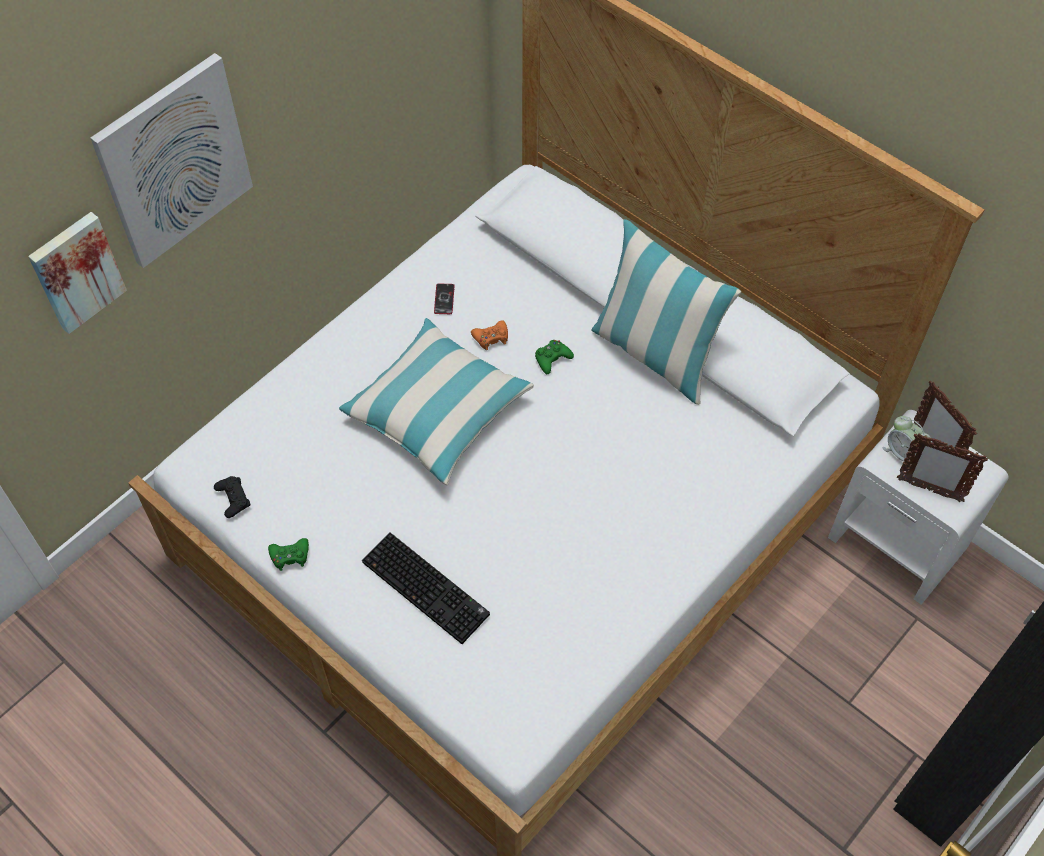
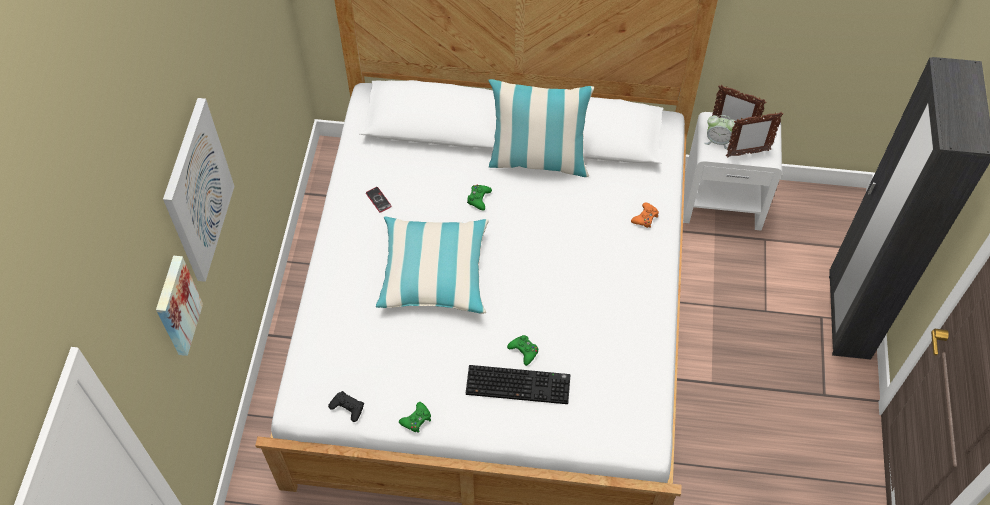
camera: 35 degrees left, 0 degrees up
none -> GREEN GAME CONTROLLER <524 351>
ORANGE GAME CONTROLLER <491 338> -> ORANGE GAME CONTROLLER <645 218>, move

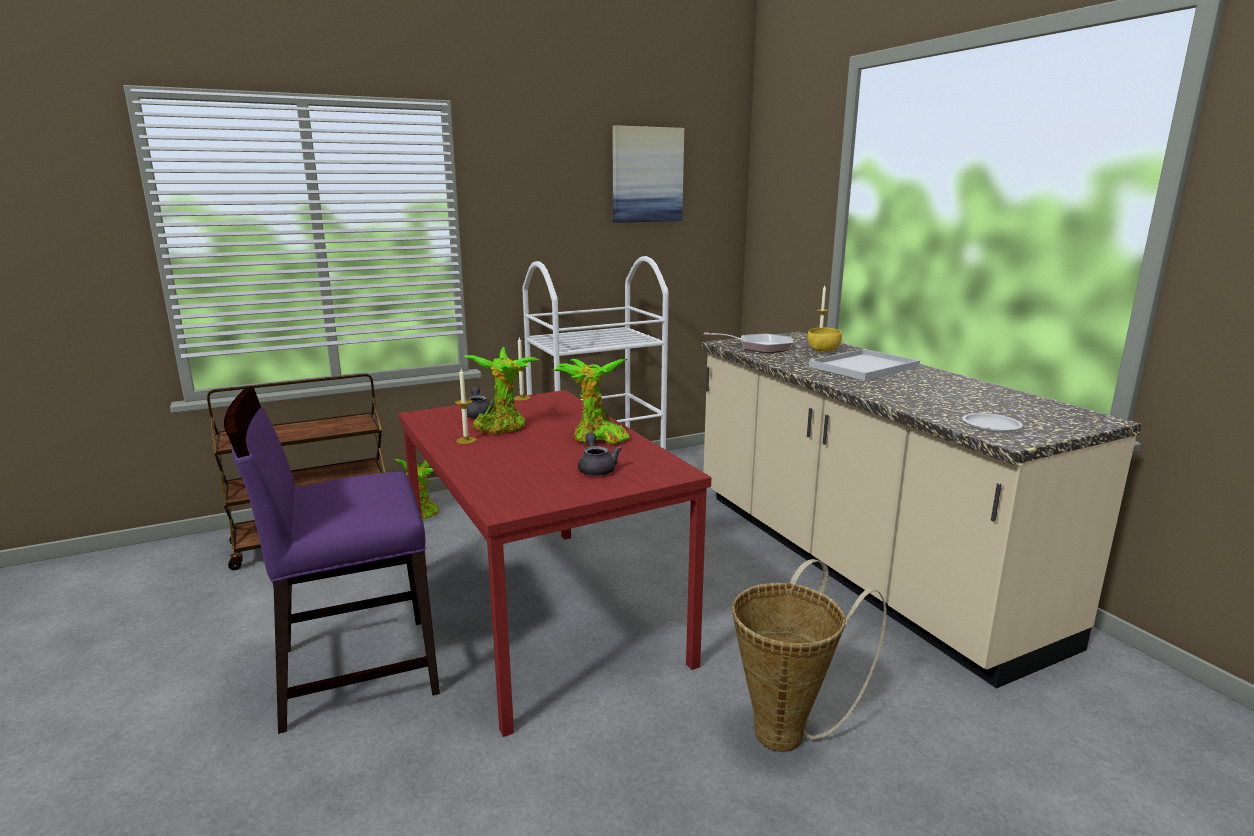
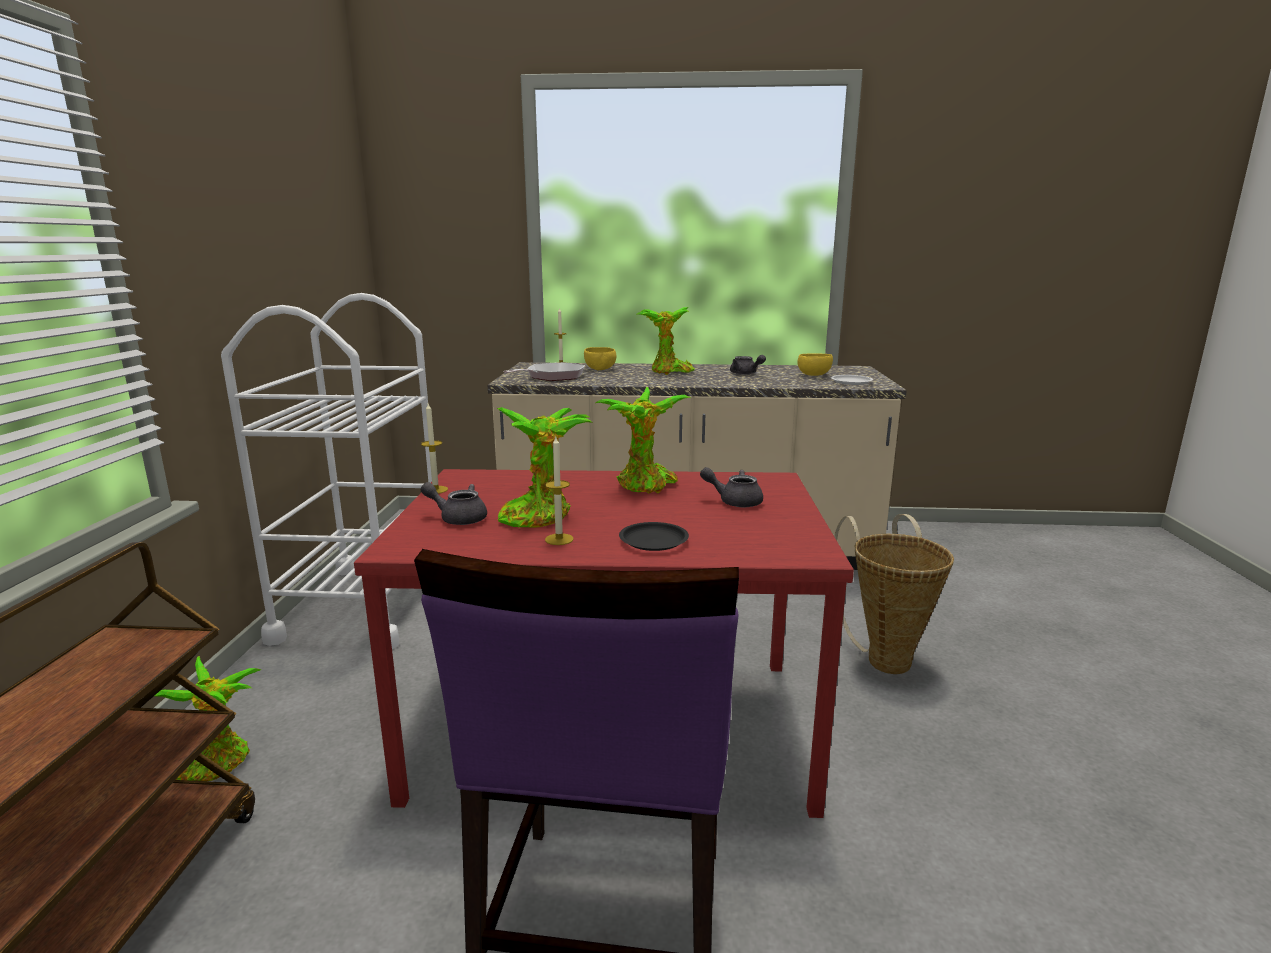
camera: 60 degrees left, 0 degrees up
PICTURE <647 175> -> none
none -> BLACK PLATE <654 541>
none -> GREY TEAPOT <745 374>
none -> YELLOW BOWL <813 375>
WHITE TRAY <863 367> -> POTTED PLANT <669 372>

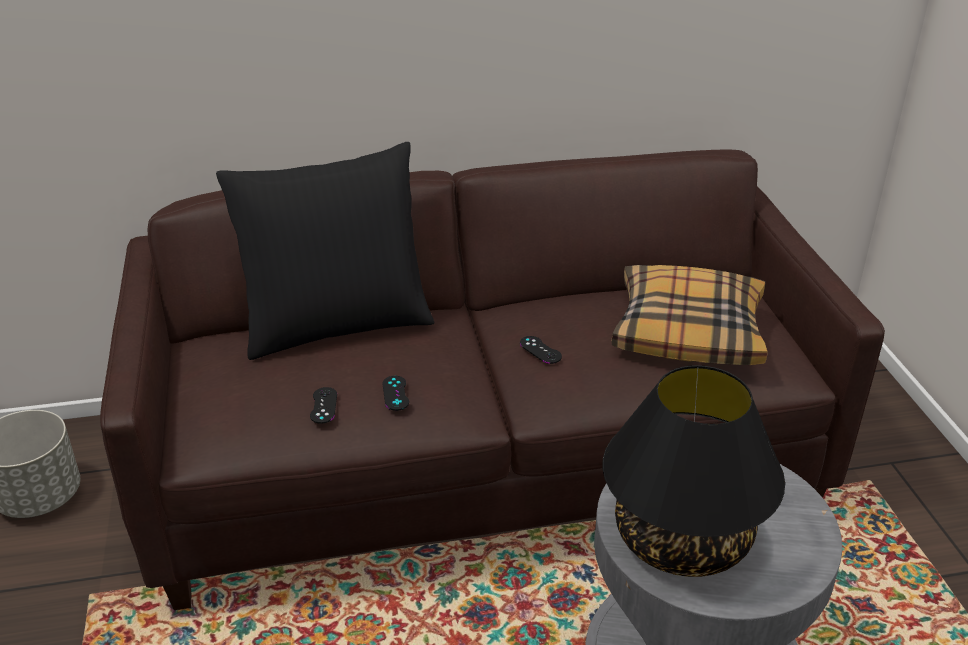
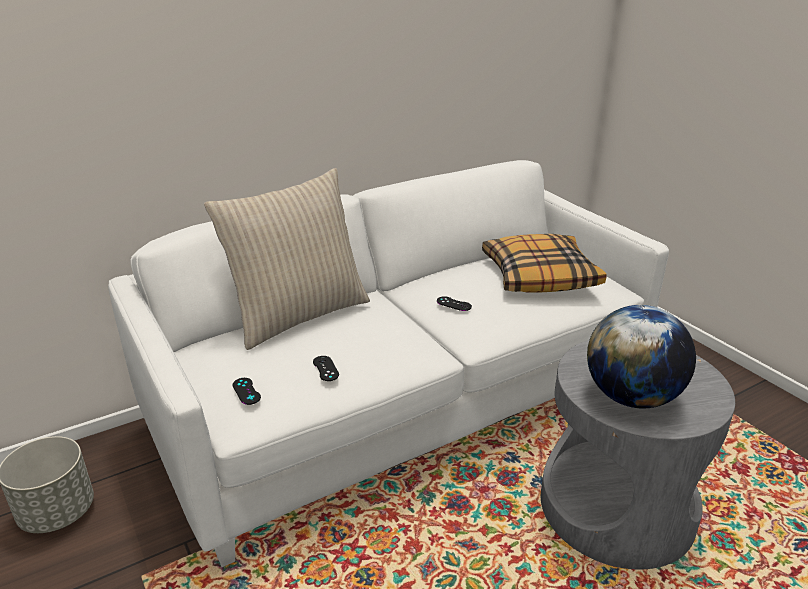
camera: 20 degrees left, 5 degrees down
BLACK GAME CONTROLLER <395 393> -> BLACK GAME CONTROLLER <246 391>, move
BLACK TABLE LAMP <681 541> -> GLOBE <631 397>
BROWN SOFA <484 464> -> WHITE SOFA <403 405>
BLACK PILLOW <336 324> -> BEIGE PILLOW <298 315>

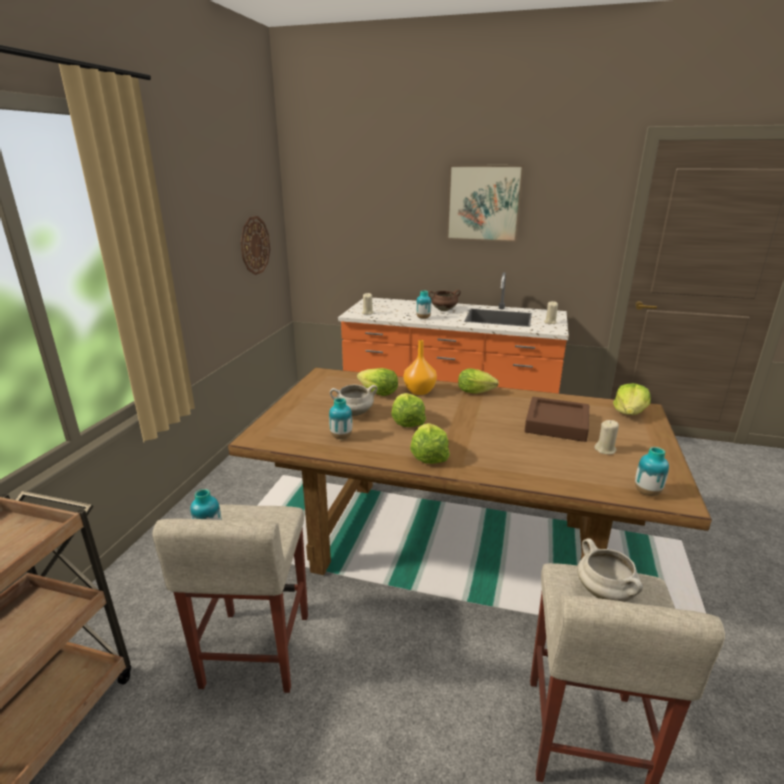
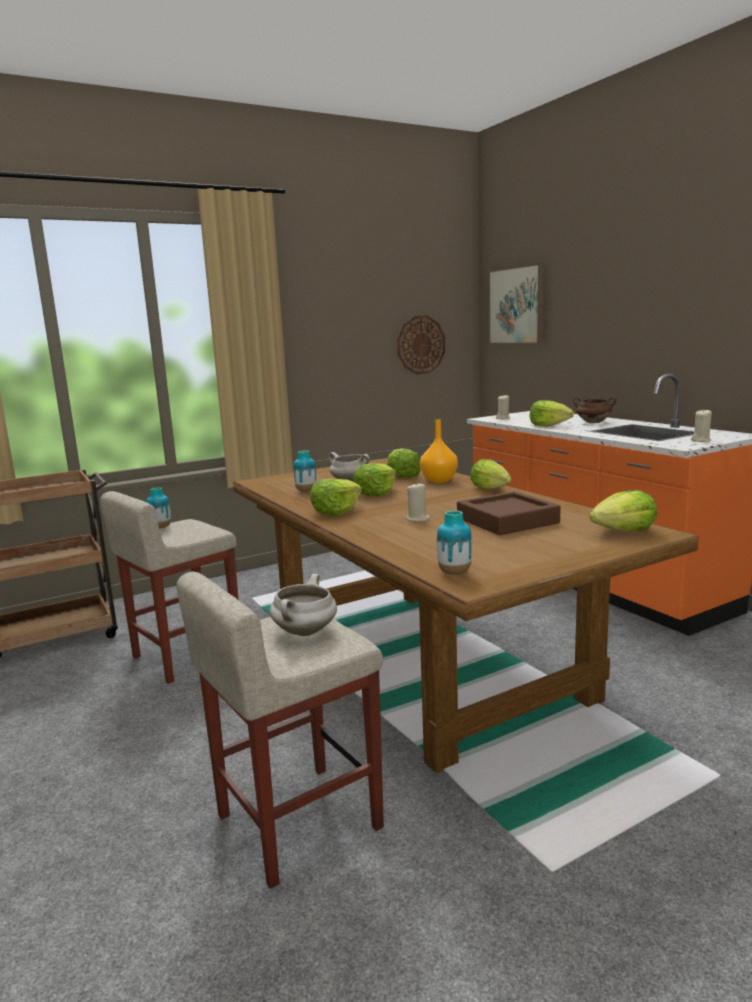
camera: 45 degrees right, 10 degrees down
PICTURE <483 203> -> PICTURE <517 306>, move
BEIGE CANDLE <605 450> -> BEIGE CANDLE <417 519>, move
VASE <423 318> -> LETTUCE <549 425>

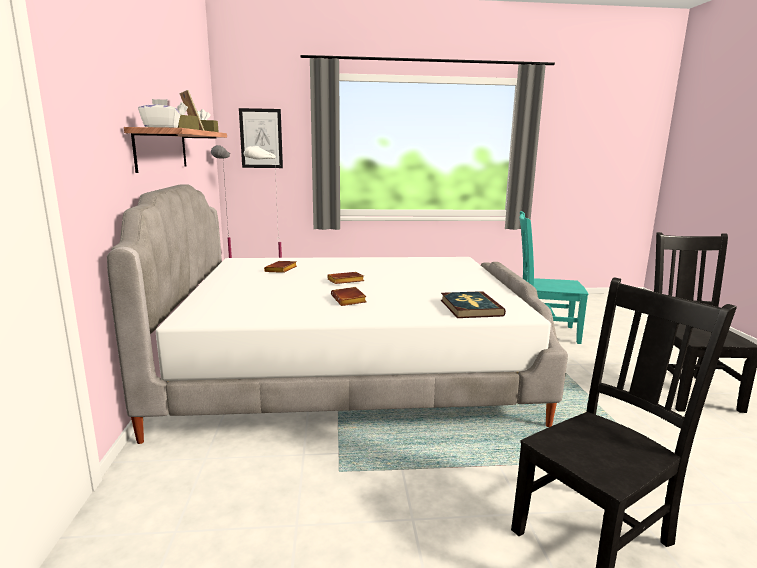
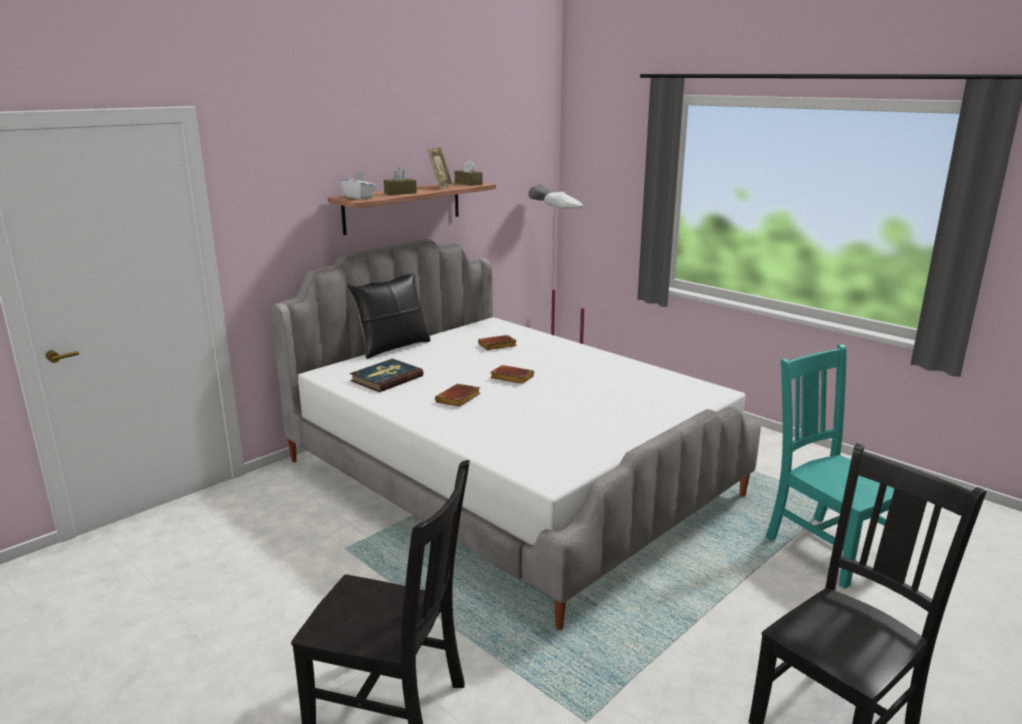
camera: 50 degrees right, 5 degrees up
PICTURE <261 138> -> none
none -> BLACK PILLOW <393 347>
BOOK <470 308> -> BOOK <386 378>, move

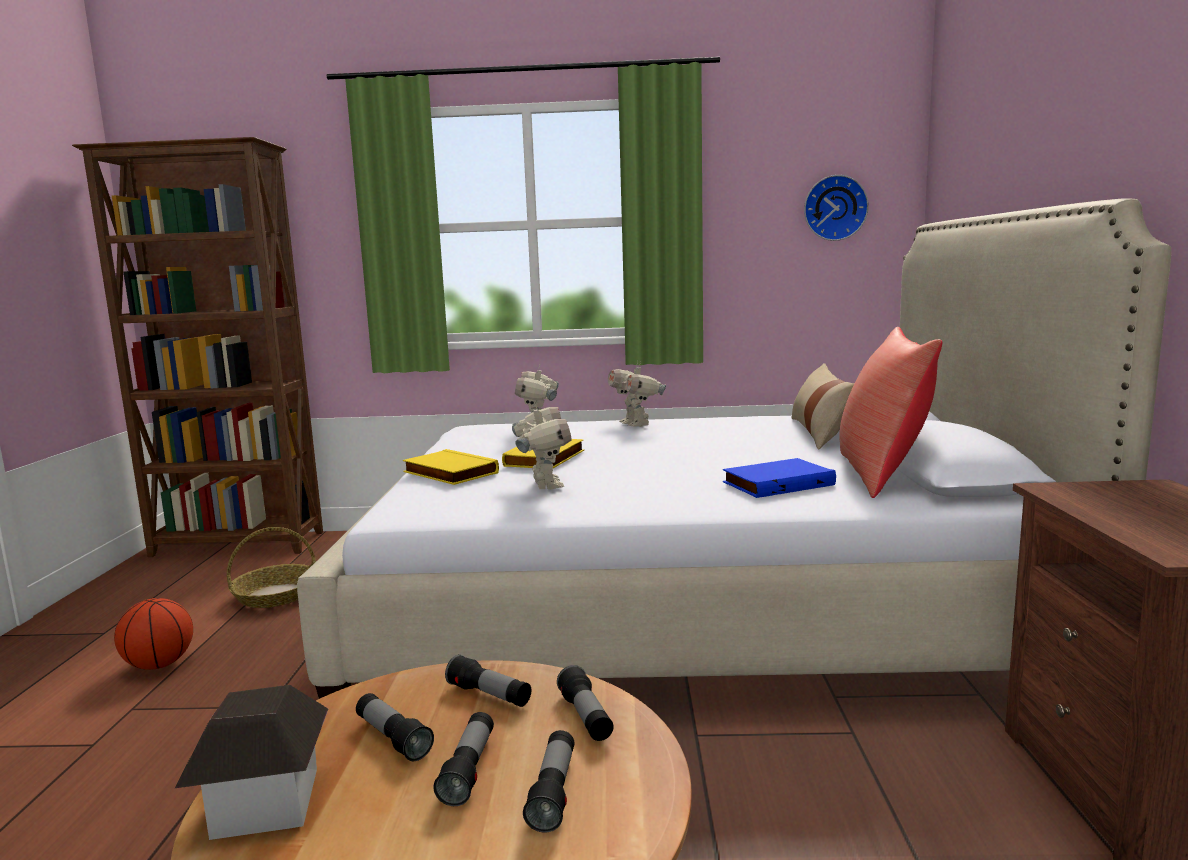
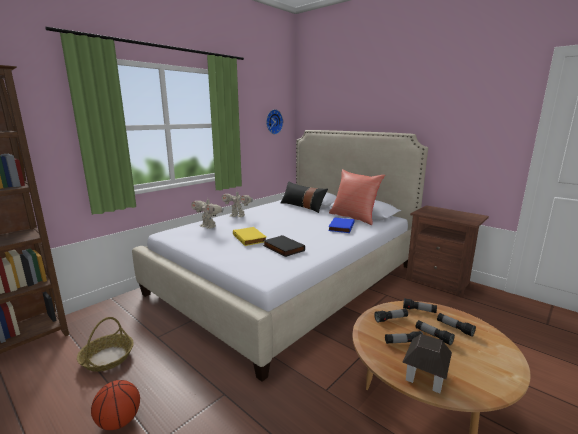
camera: 50 degrees left, 5 degrees up
YELLOW BOOK <448 473> -> none
TOY ROBOT <544 485> -> BLACK BOOK <282 248>
BEIGE PILLOW <820 432> -> BLACK PILLOW <302 206>

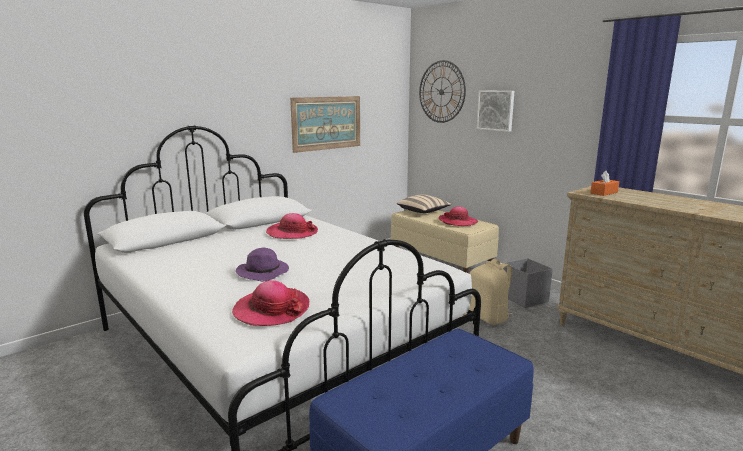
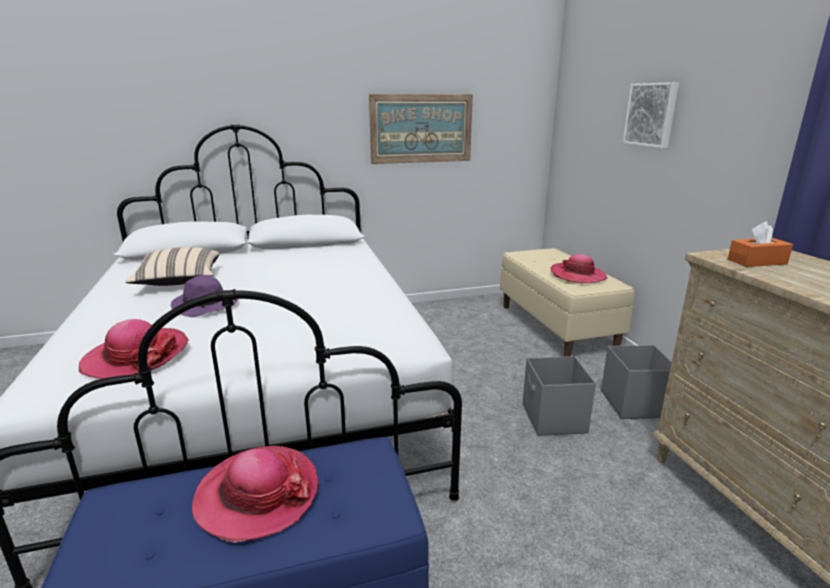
camera: 25 degrees right, 5 degrees up
WALL CLOCK <441 92> -> none
HAT <292 232> -> HAT <257 495>, move
BEIGE PILLOW <423 212> -> BEIGE PILLOW <179 282>, move
BEIGE BACKPACK <488 317> -> GREY STORAGE BOX <553 419>

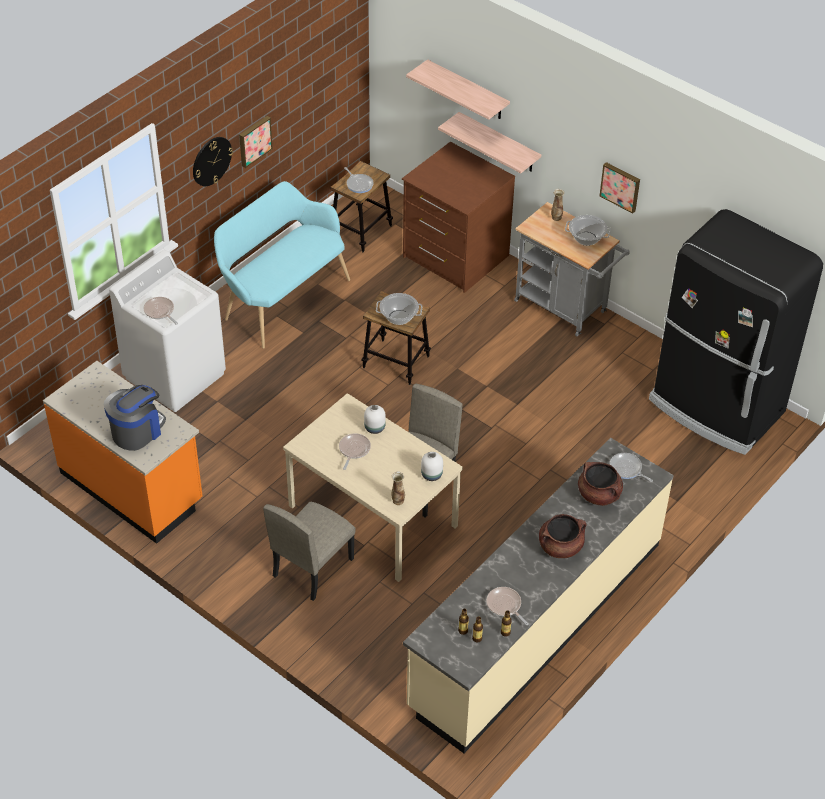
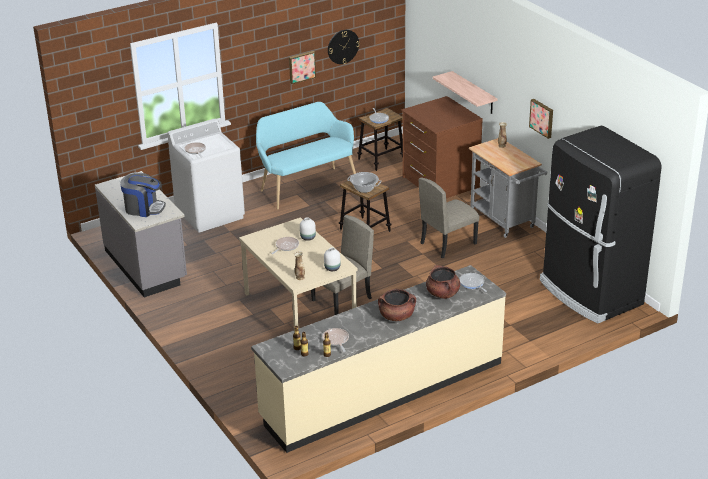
camera: 20 degrees right, 15 degrees down
SHELF <467 90> -> none
COOKING POT <586 238> -> none
WALL CLOCK <211 161> -> WALL CLOCK <343 46>, move
BEIGE CHAIR <312 567> -> BEIGE CHAIR <448 243>, move
ORANGE COUNTER <132 487> -> GREY COUNTER <146 266>
COFFEE MACHINE <137 431> -> COFFEE MACHINE <144 208>, 45 degrees clockwise

